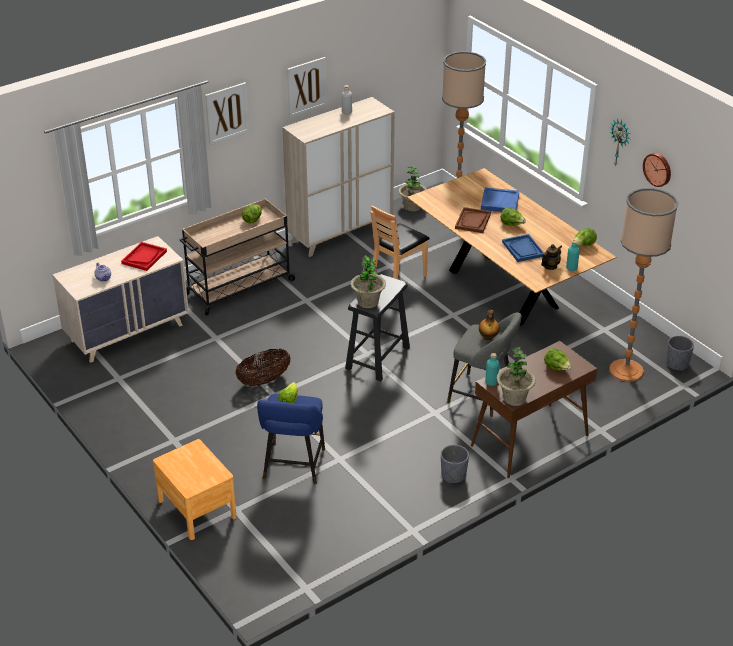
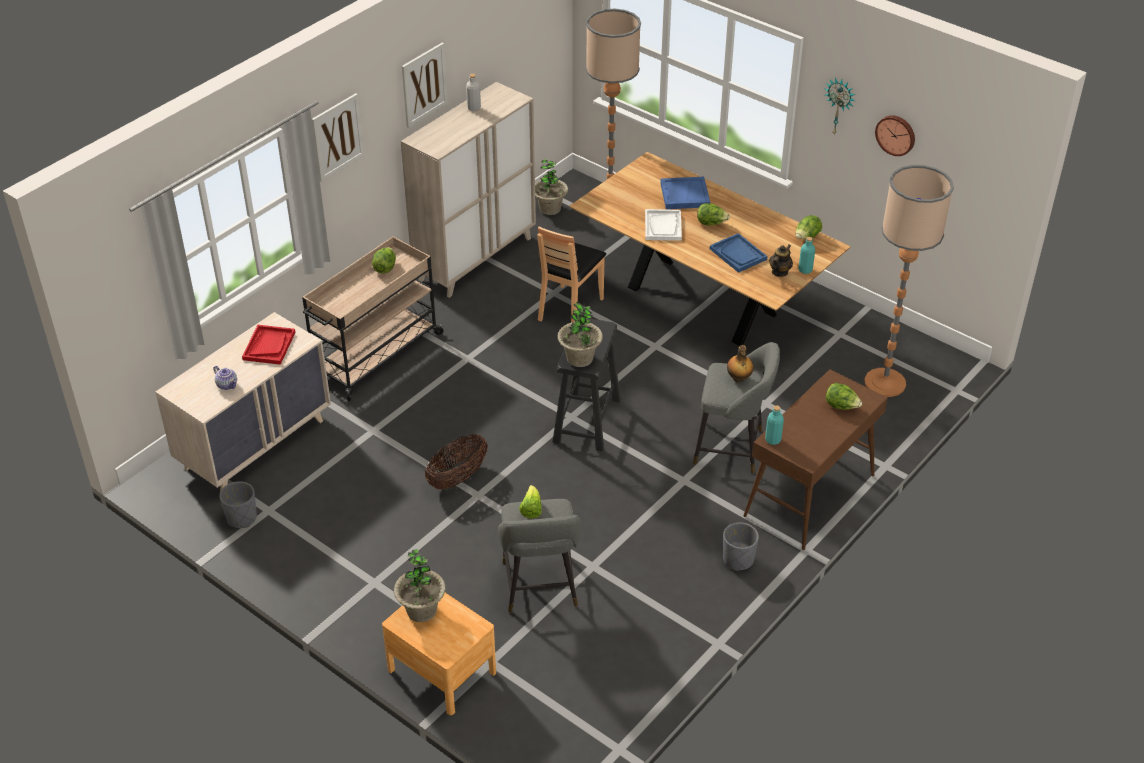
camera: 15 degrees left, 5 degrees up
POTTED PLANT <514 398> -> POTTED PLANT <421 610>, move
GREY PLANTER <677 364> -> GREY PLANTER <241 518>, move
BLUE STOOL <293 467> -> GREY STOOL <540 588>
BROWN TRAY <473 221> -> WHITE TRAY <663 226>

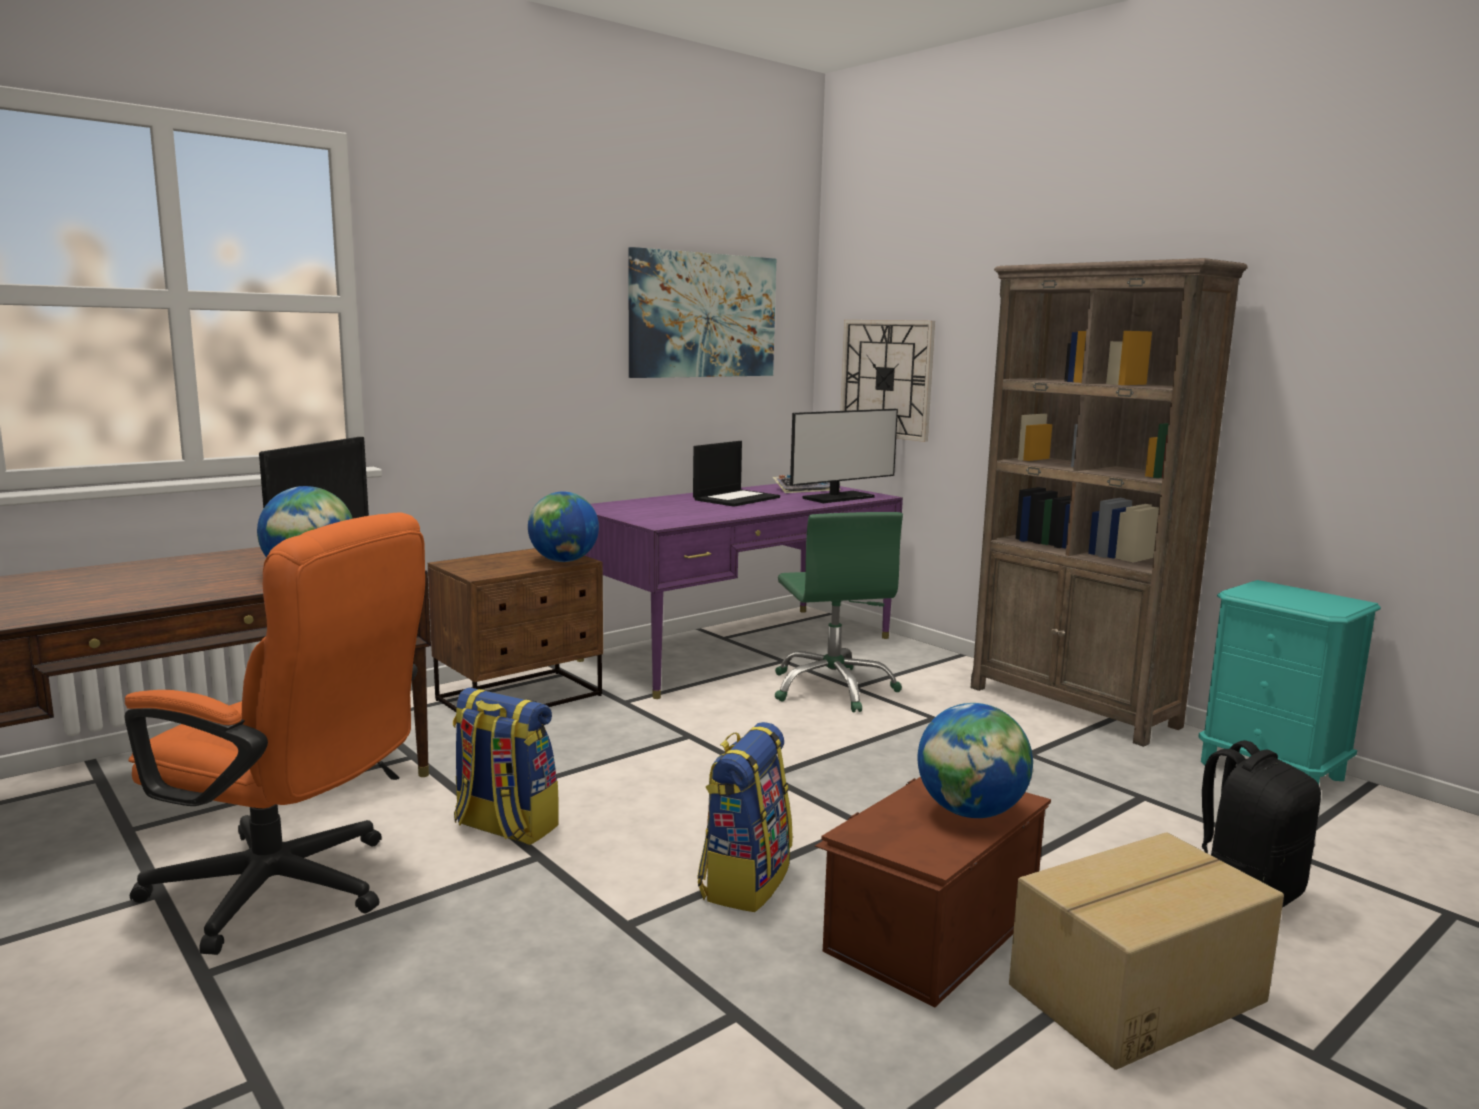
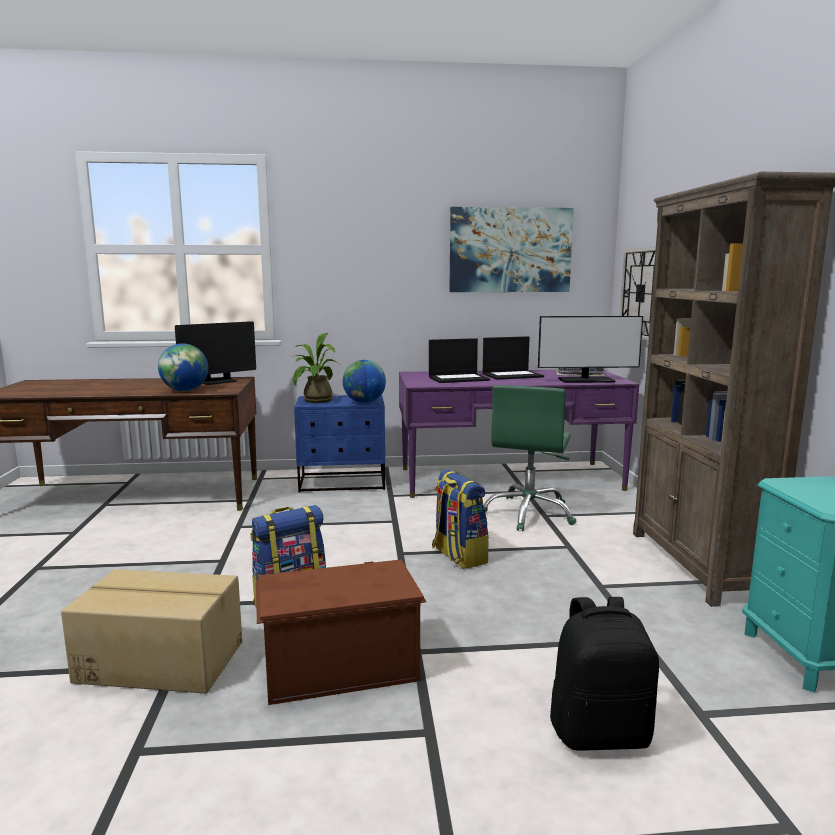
camera: 35 degrees right, 0 degrees up
ORANGE OFFICE CHAIR <291 892> -> none
GLOBE <970 812> -> none
none -> POTTED PLANT <315 401>
none -> LAPTOP <459 378>
BACKPACK <504 827> -> BACKPACK <458 556>, move
CARDBOARD BOX <1133 992> -> CARDBOARD BOX <161 660>, move
BROWN NIGHTSTAND <521 698> -> BLUE NIGHTSTAND <343 483>

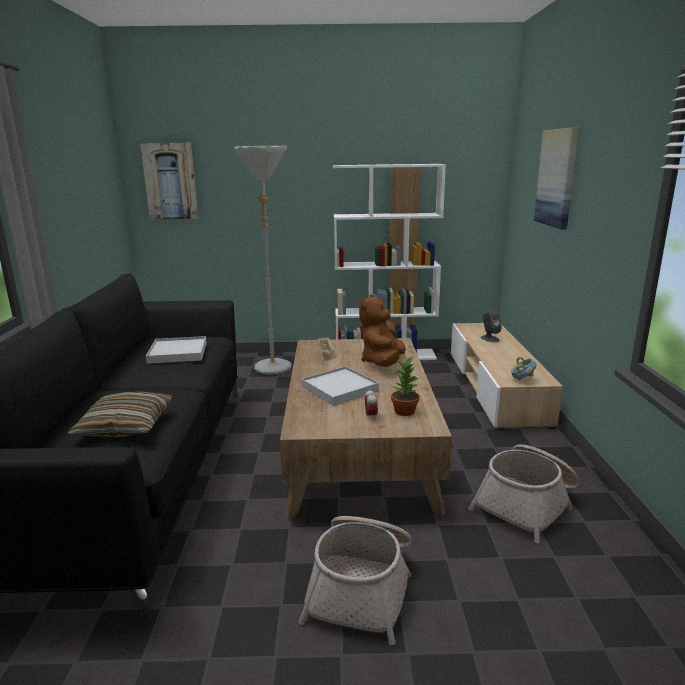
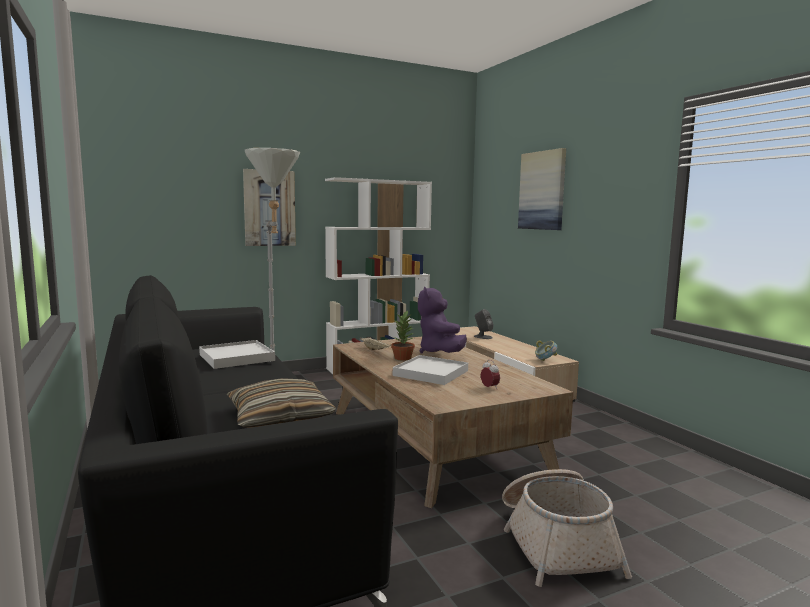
camera: 25 degrees left, 10 degrees down
BASKET <527 504> -> none
PICTURE <170 181> -> PICTURE <269 208>, move
POTTED PLANT <405 411> -> POTTED PLANT <403 358>, move
BROWN PLUSH TOY <382 362> -> PURPLE PLUSH TOY <440 352>

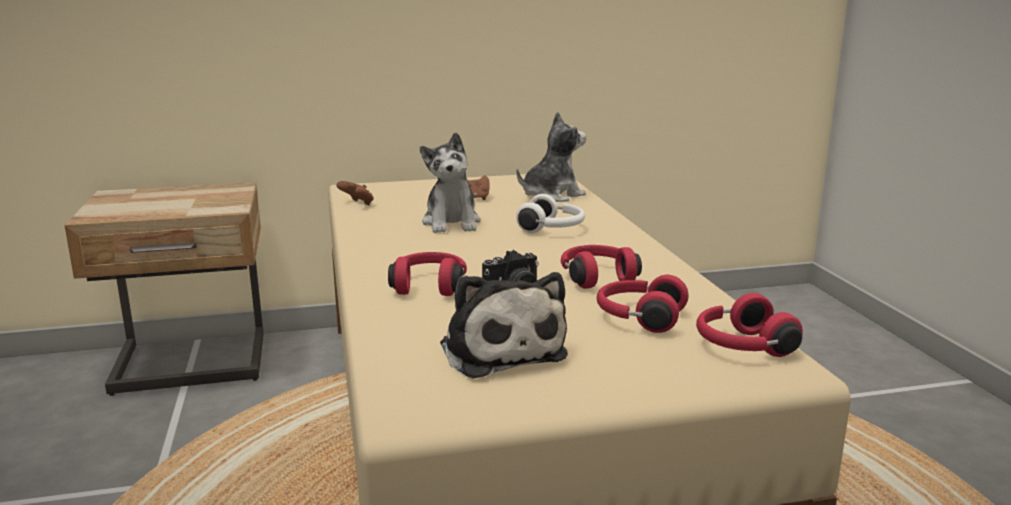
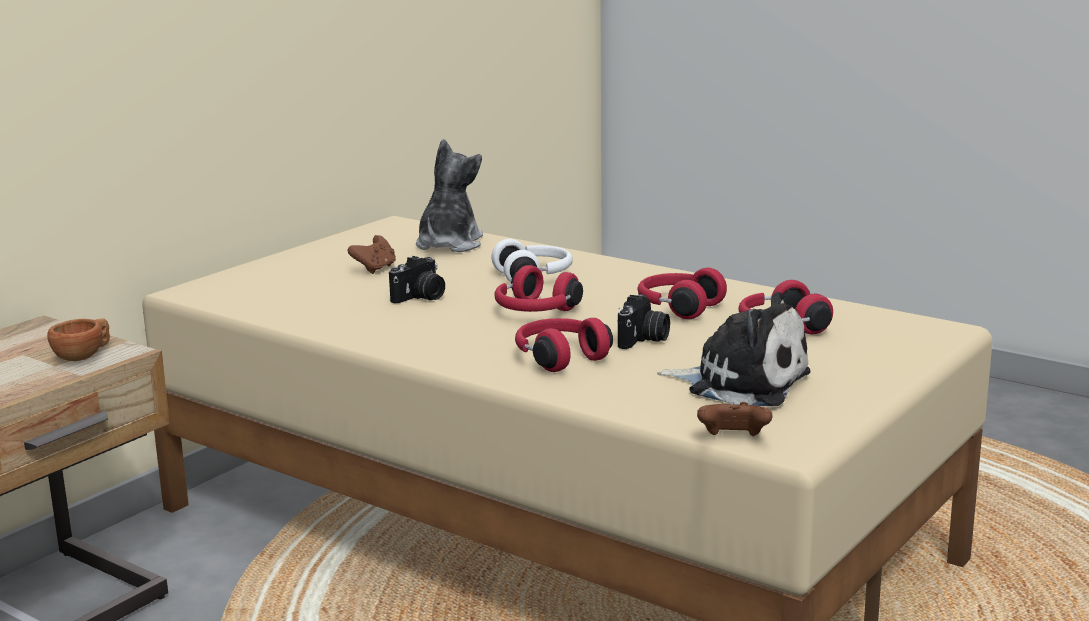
camera: 40 degrees left, 0 degrees up
none -> BROWN CUP <84 356>
BROWN GAME CONTROLLER <357 204> -> BROWN GAME CONTROLLER <733 439>, move
RED HEADPHONES <741 346> -> RED HEADPHONES <535 312>, move
PLUSH TOY <452 223> -> PHOTO CAMERA <420 297>

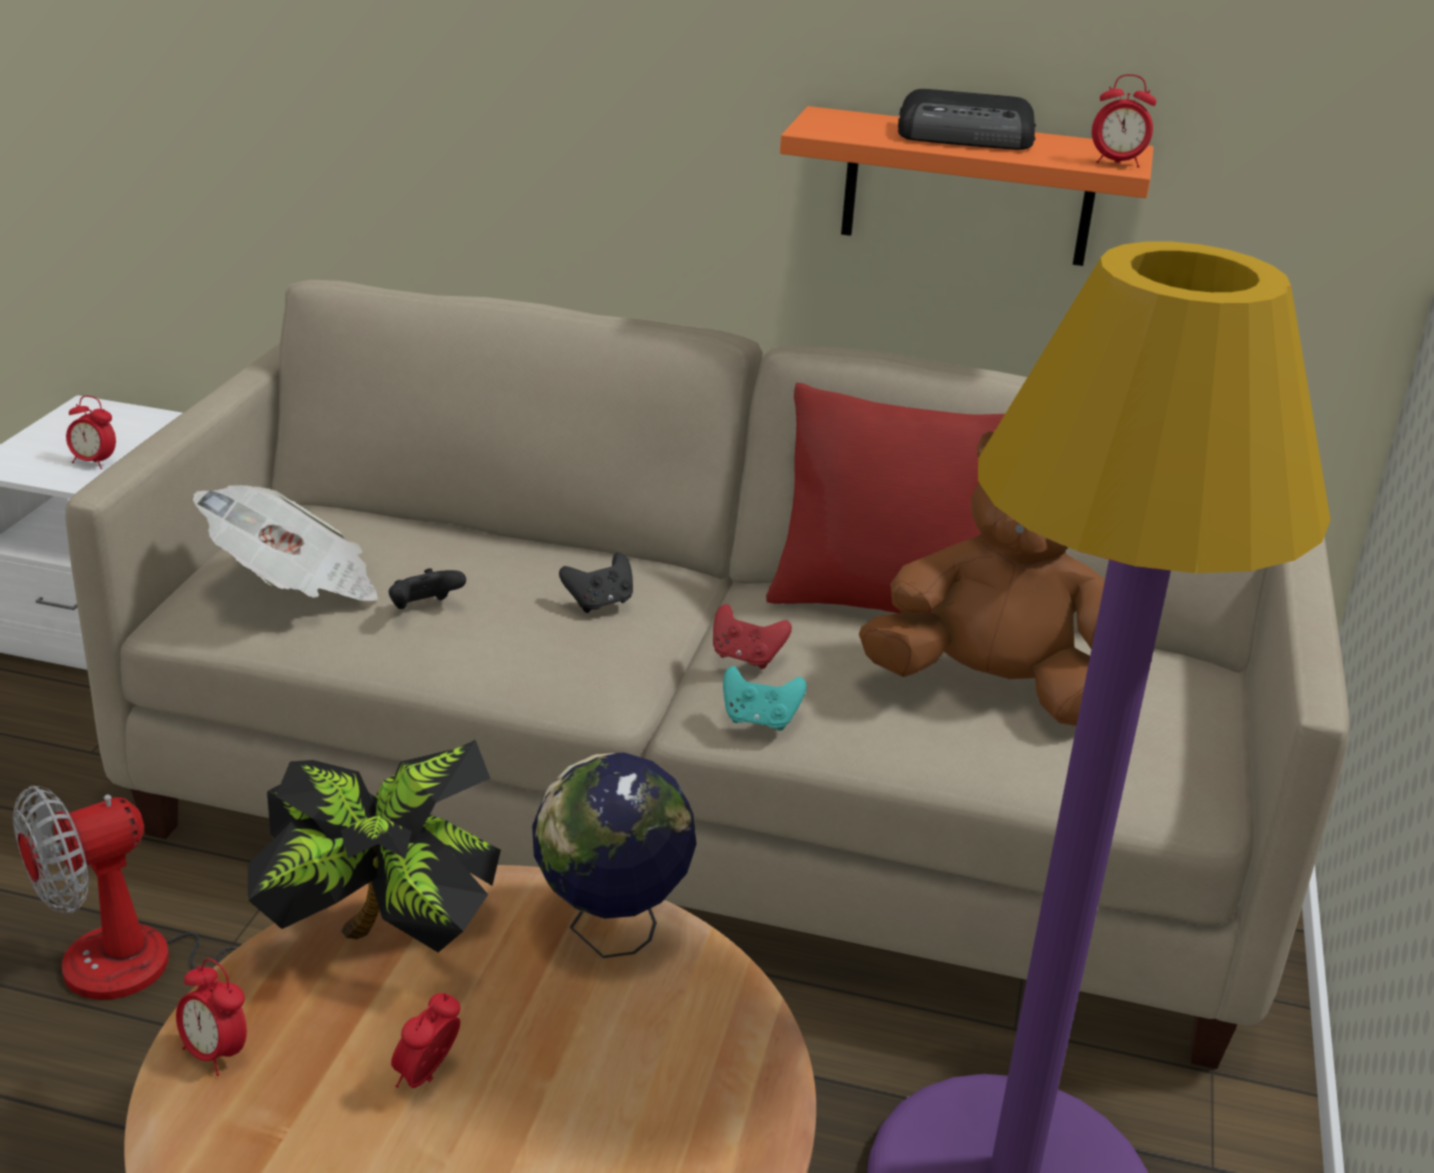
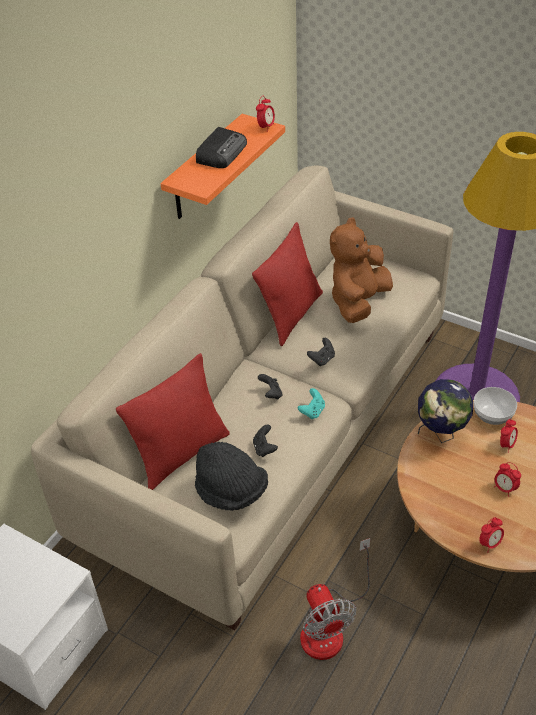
camera: 70 degrees left, 15 degrees up
POTTED PLANT <384 938> -> none
none -> RED PILLOW <181 454>
none -> BOWL <492 414>
ALARM CLOCK <94 462> -> ALARM CLOCK <506 445>, move
TURQUOISE GAME CONTROLLER <759 720> -> TURQUOISE GAME CONTROLLER <312 411>, move
NEWSPAPER <295 585> -> BLACK HAT <231 491>
RED GAME CONTROLLER <746 658> -> BLACK GAME CONTROLLER <322 359>

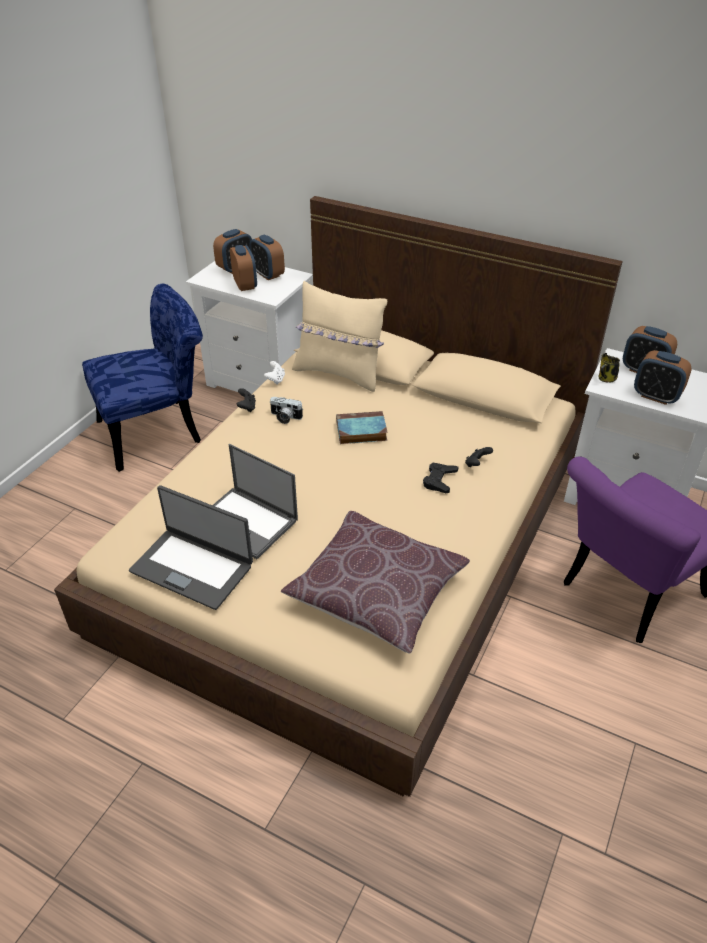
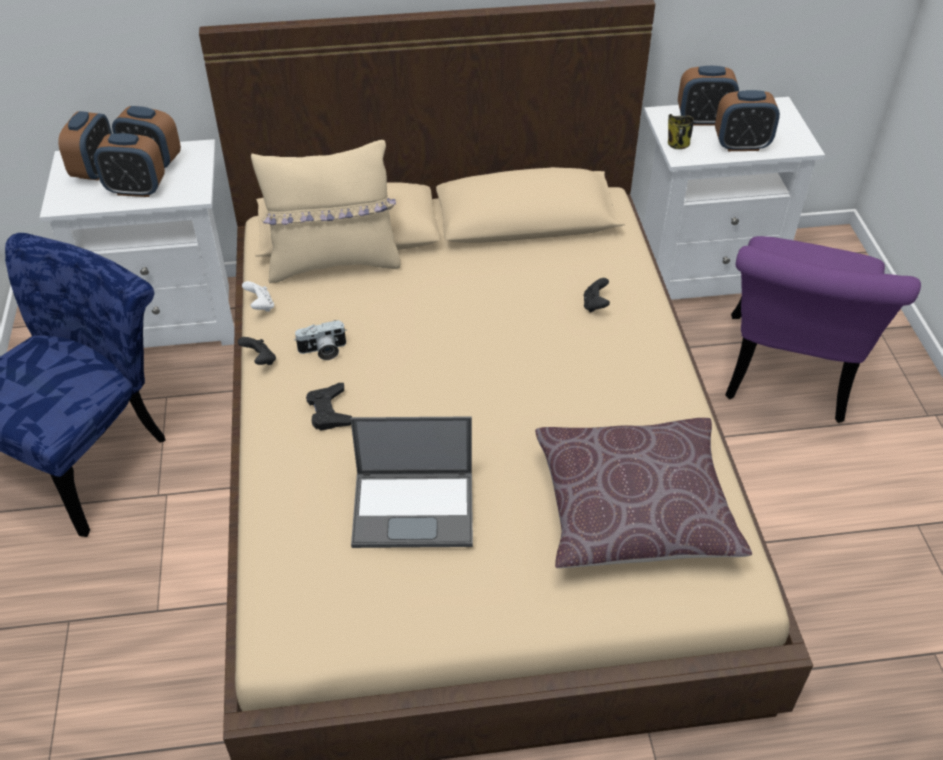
camera: 35 degrees left, 5 degrees up
LAPTOP <192 567> -> none
BOOK <360 431> -> none
BLACK GAME CONTROLLER <439 480> -> BLACK GAME CONTROLLER <329 411>, move
ALARM CLOCK <245 285> -> ALARM CLOCK <136 189>, 150 degrees clockwise

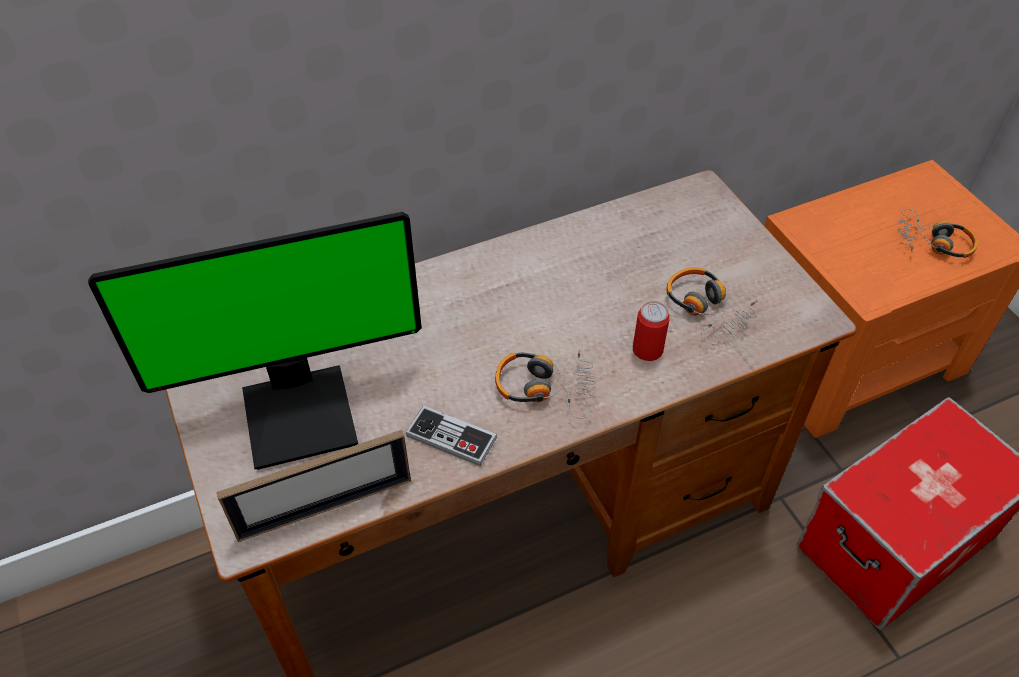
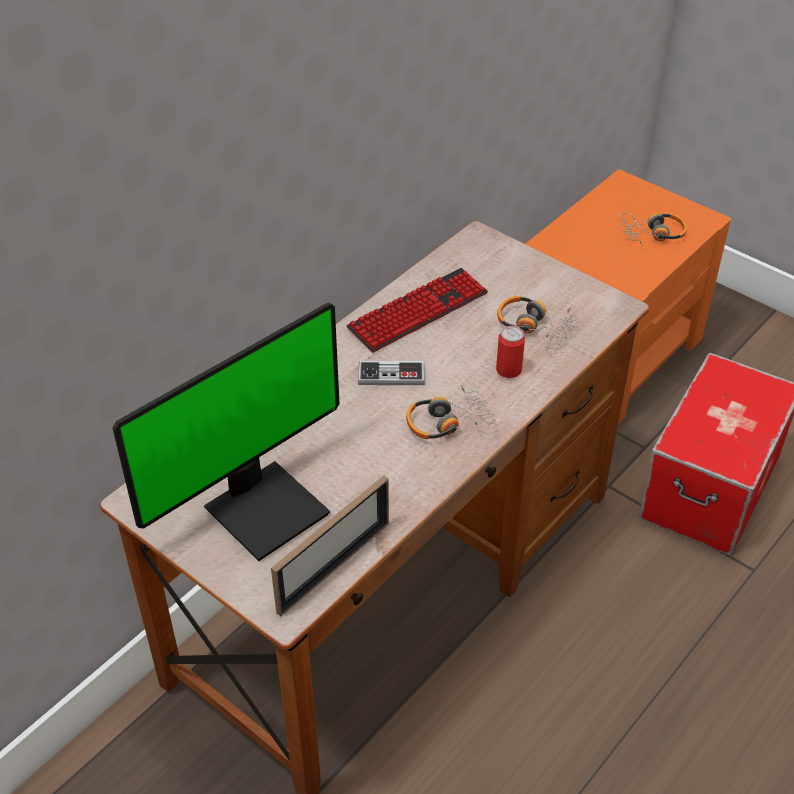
camera: 25 degrees left, 5 degrees down
none -> KEYBOARD <418 311>
GAME CONTROLLER <451 437> -> GAME CONTROLLER <391 375>, move

